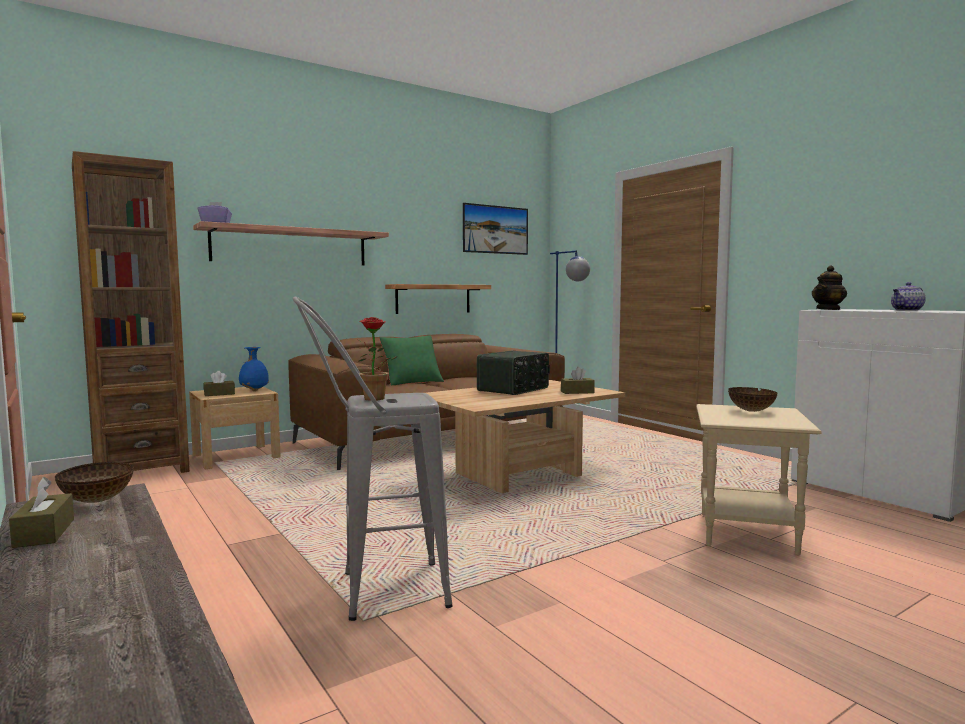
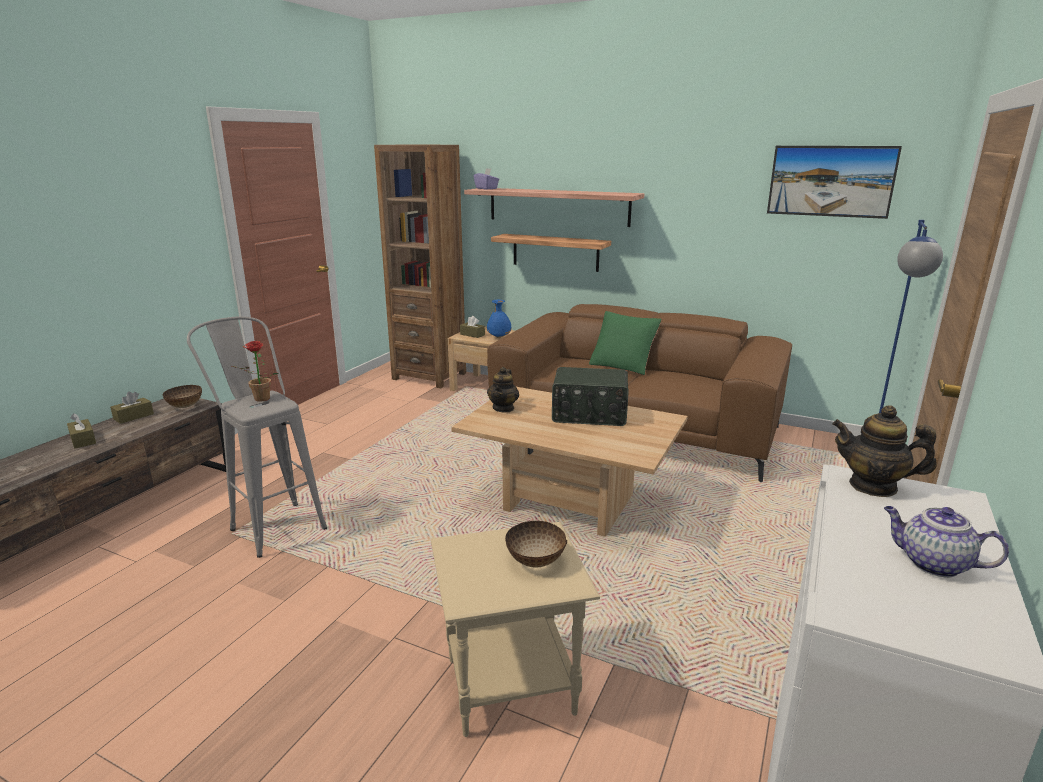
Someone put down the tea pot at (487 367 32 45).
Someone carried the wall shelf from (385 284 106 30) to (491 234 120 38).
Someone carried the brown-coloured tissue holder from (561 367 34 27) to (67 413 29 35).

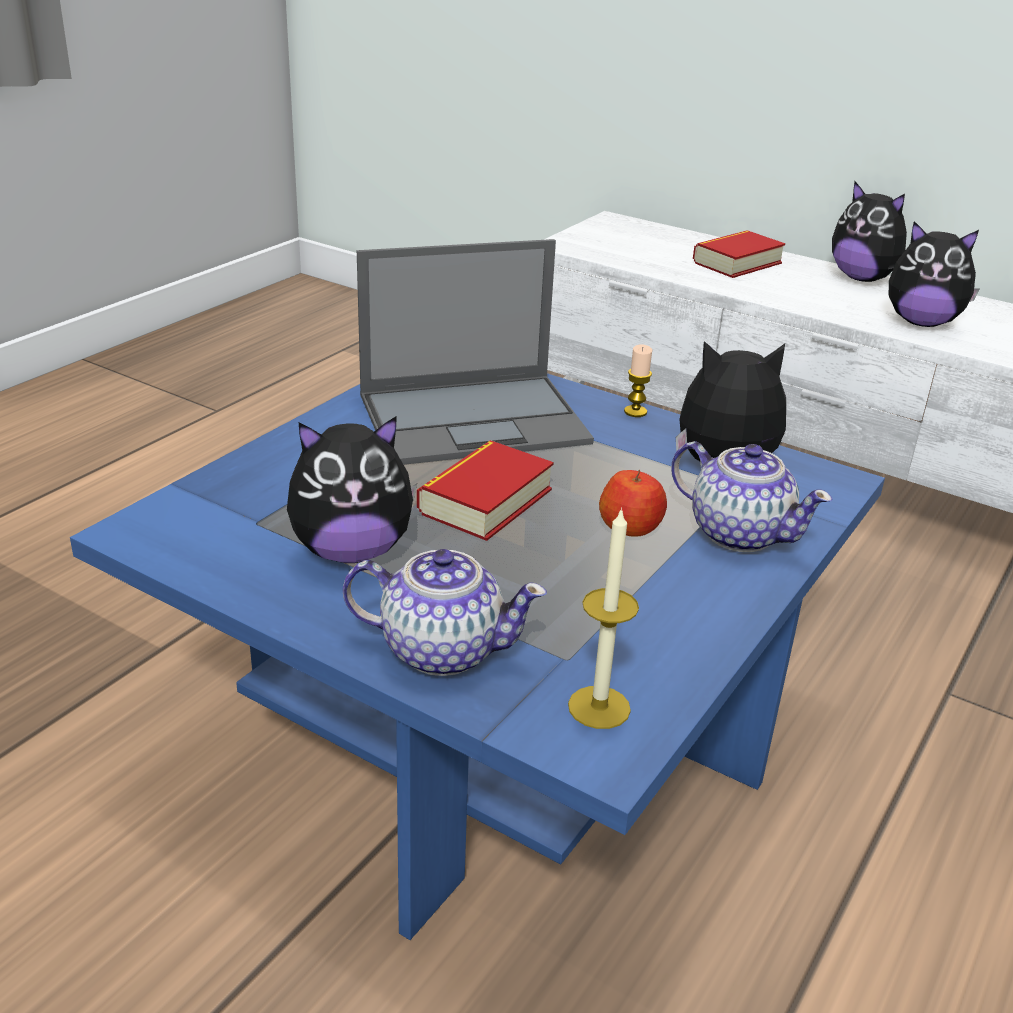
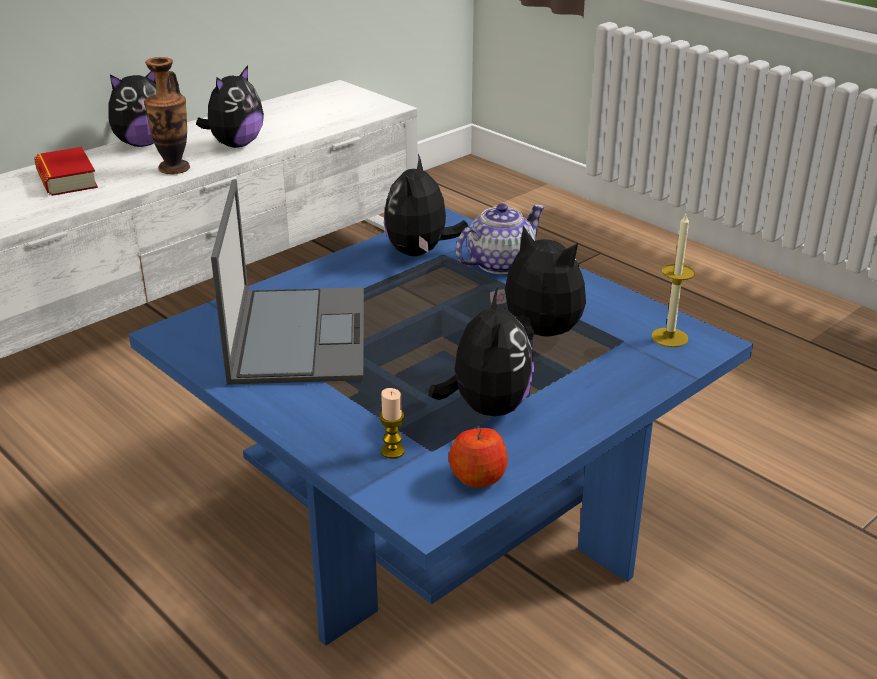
Someone took away the tea pot at (343 549 204 127).
Someone took away the book at (417 440 137 101).
Someone put down the flower vase at (144 57 46 117).
Someone put down the cuddly toy at (490 225 96 115).
Someone carried the apple fruit from (599 470 68 67) to (449 428 58 60).
Someone carried the candle from (624 344 28 73) to (379 388 26 71).

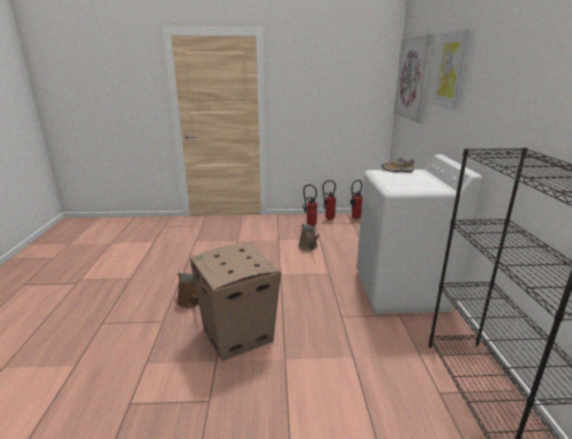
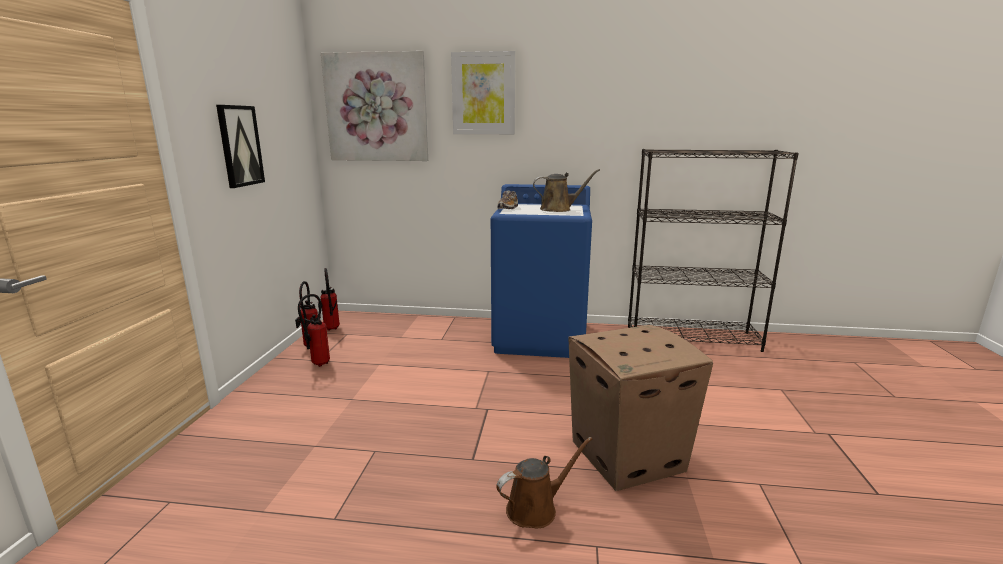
Someone put up the wall art at (216 105 49 83).
Someone carried the brown-coloured watering can from (298 223 22 28) to (533 169 67 43).
Someone repainted the white laundry appliance at (357 155 125 159), which became the blue laundry appliance at (491 184 101 174).

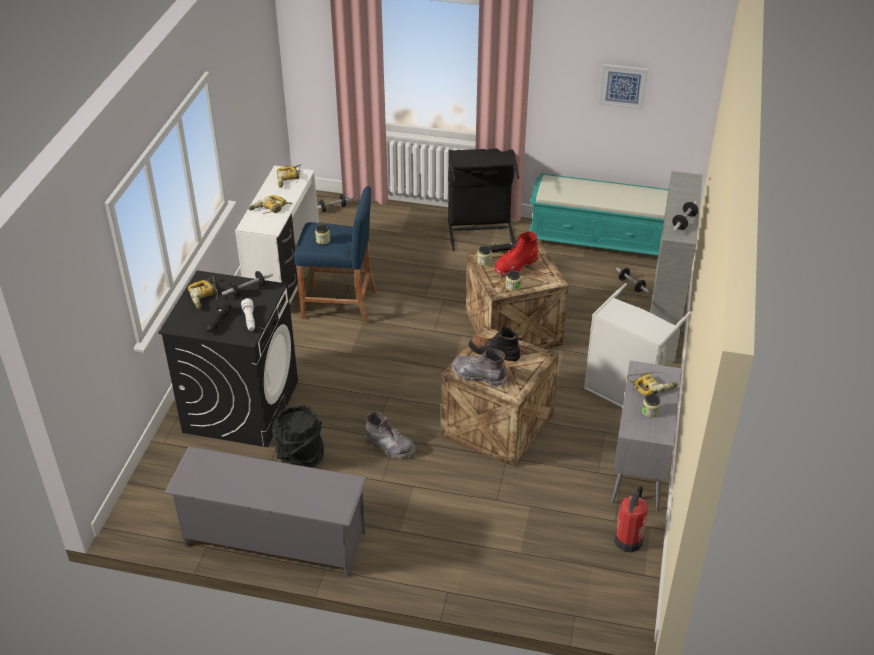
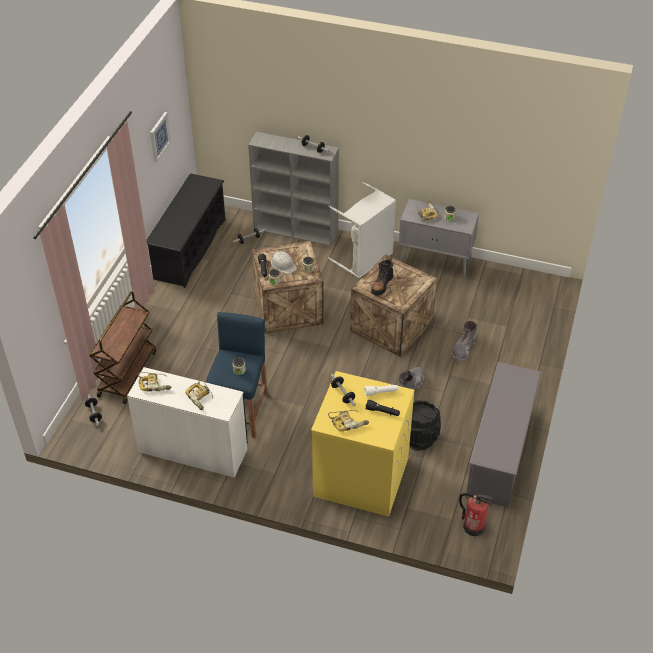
Someone took away the black hamper at (448 149 71 102).
Someone put down the brown-coloured cart at (89 291 67 113).
Someone carried the grey high-top boot from (452 348 55 39) to (452 321 25 41).
Someone carried the extinguisher from (614 486 34 66) to (459 493 34 43).
Someone swapped the reddish high-top boot at (495 231 44 46) for the white work helmet at (271 252 26 22).
Someone swapped the blue-green indoor bench at (529 173 140 88) for the black shoe shelf at (146 173 80 115).
Someone repainted the black laundry appliance at (158 270 140 177), which became the yellowish laundry appliance at (311 371 103 146).

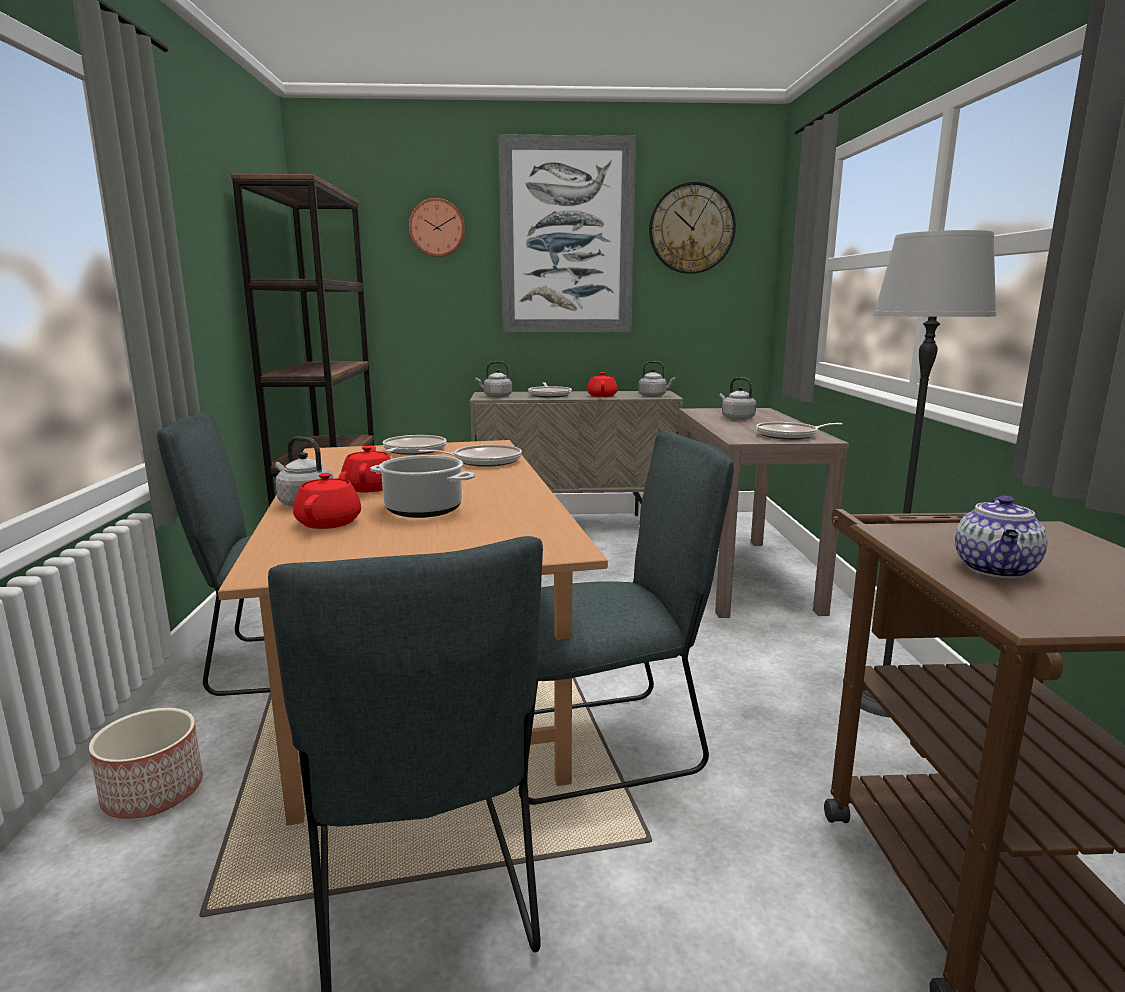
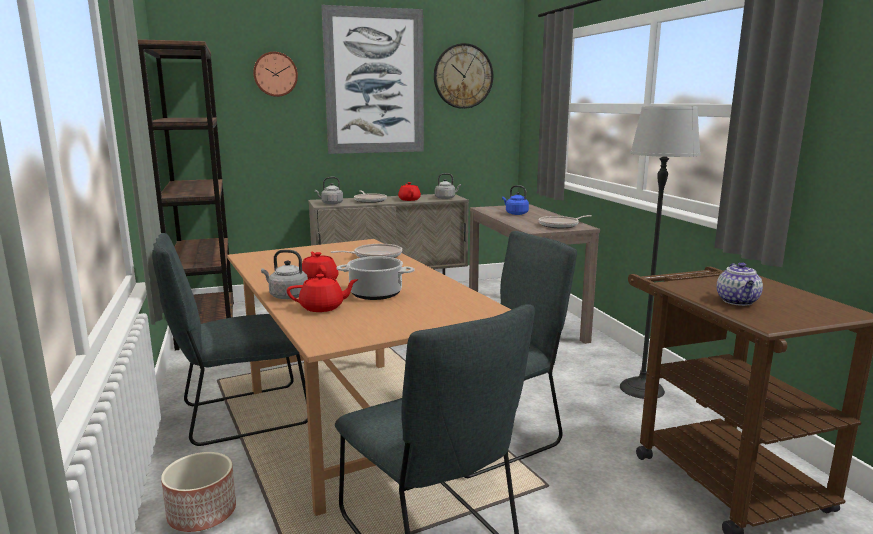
Someone took away the skillet at (383 435 64 20).
Someone repainted the grey kettle at (719 377 37 43), which became the blue kettle at (502 185 27 30).
Someone rotated the reddish tea pot at (293 471 68 58) by 90 degrees clockwise.

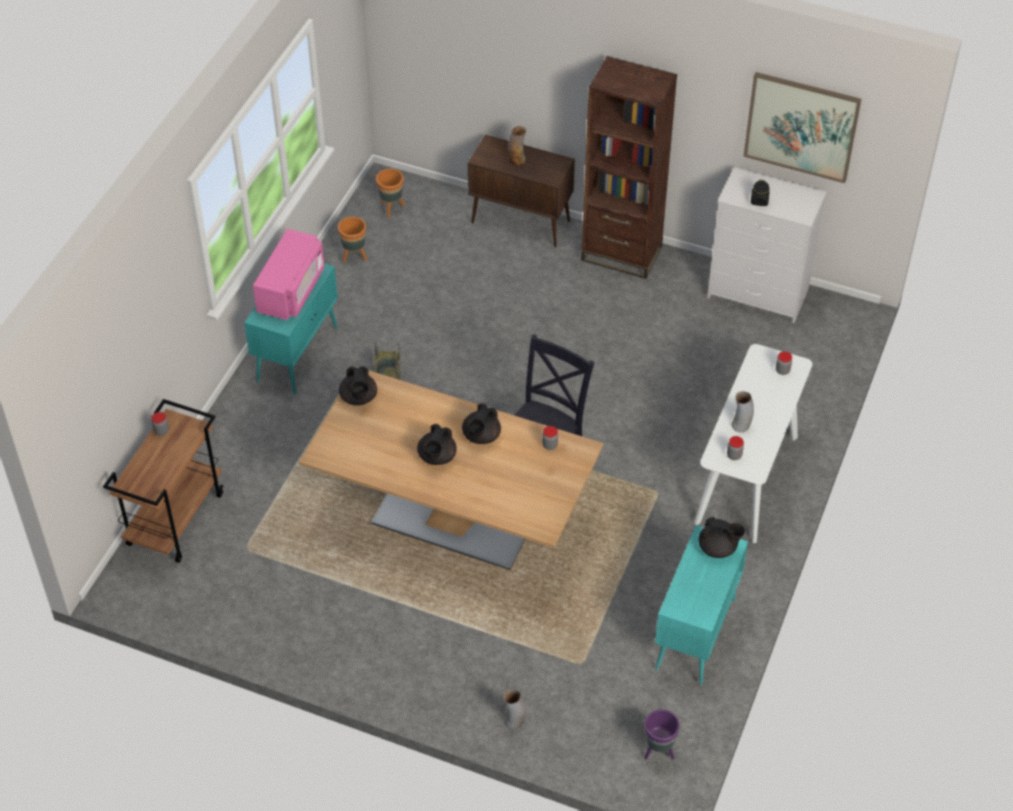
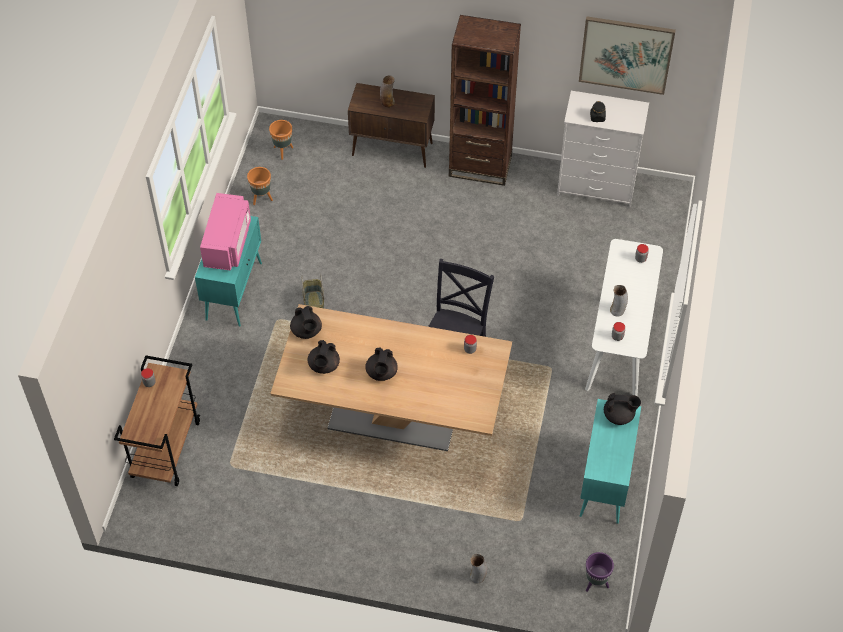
Someone carried the black tea pot from (462 403 39 41) to (308 340 32 34).

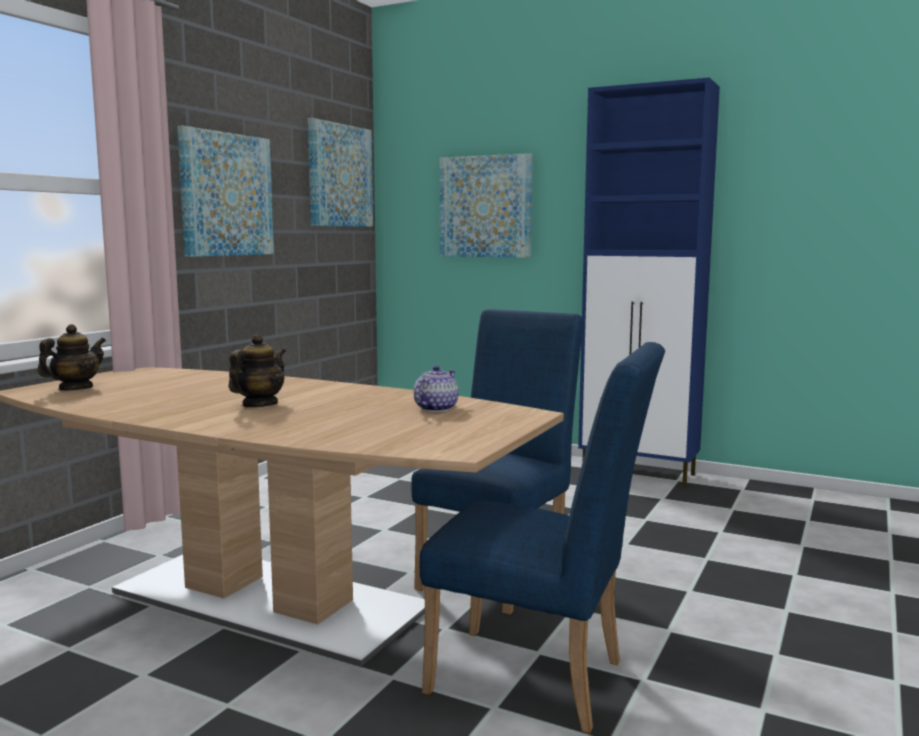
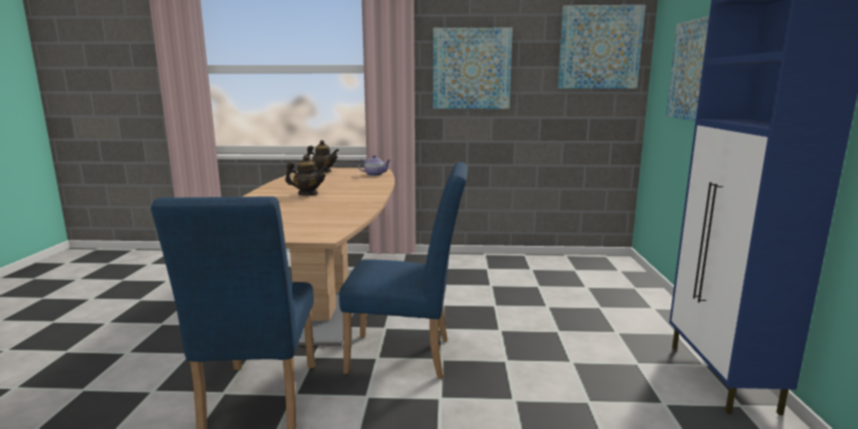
Someone carried the tea pot from (414 365 45 47) to (358 155 33 21).

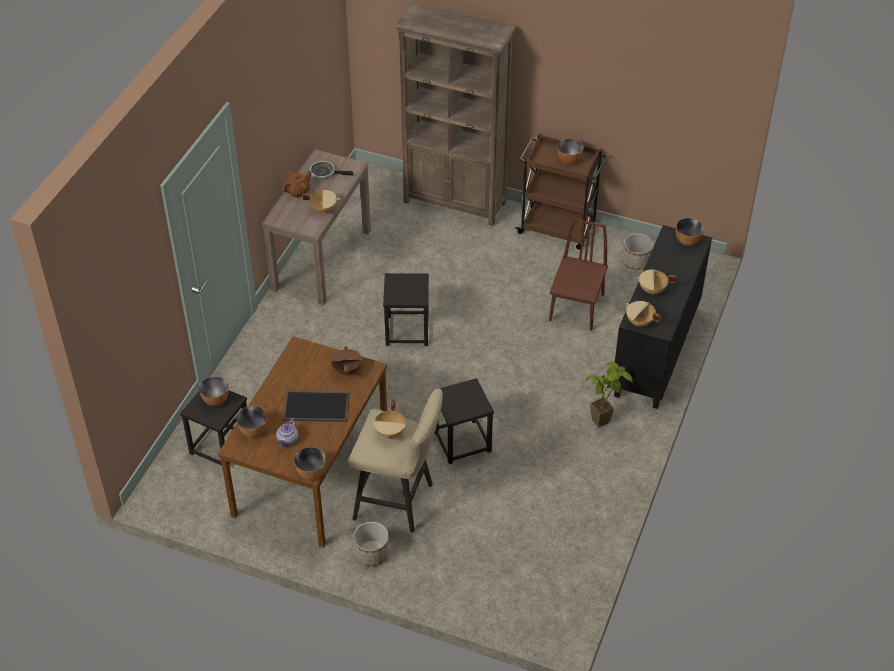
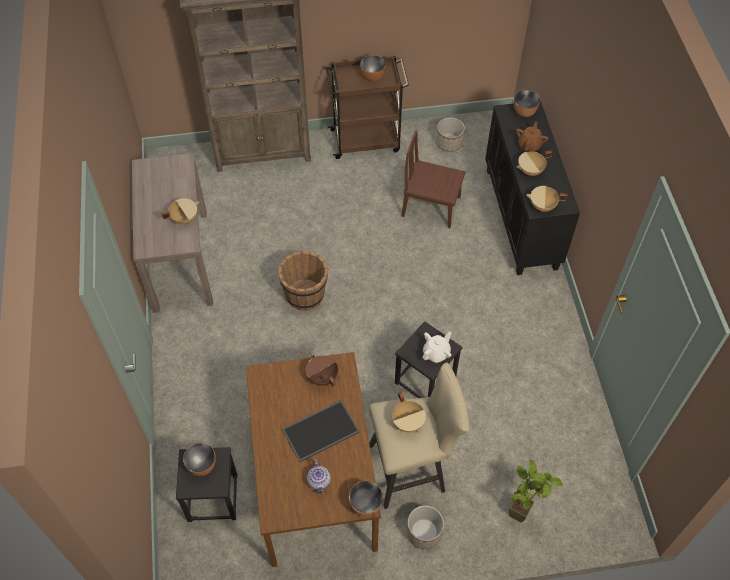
Someone took away the deep dish at (236 406 31 32).
Someone took away the skillet at (310 161 43 19).
Someone put down the white tea pot at (422 331 30 32).
Someone carried the brown-coloured tea pot from (282 170 29 28) to (516 121 32 31).
Someone carried the potted plant from (586 362 47 66) to (509 460 54 62).
Someone swapped the black sitting stool at (383 273 46 73) for the brown-coloured bucket at (278 251 50 60).
Someone rotated the brown-coloured chair at (549 218 59 112) by 60 degrees counterclockwise.

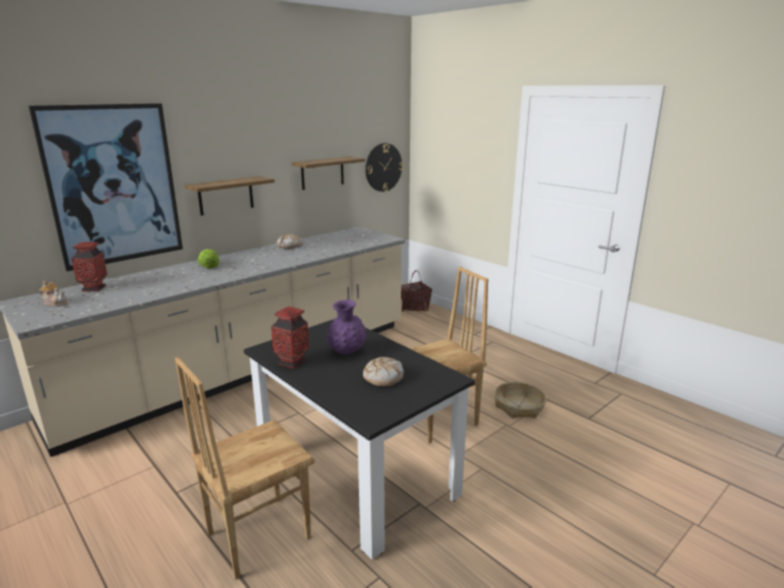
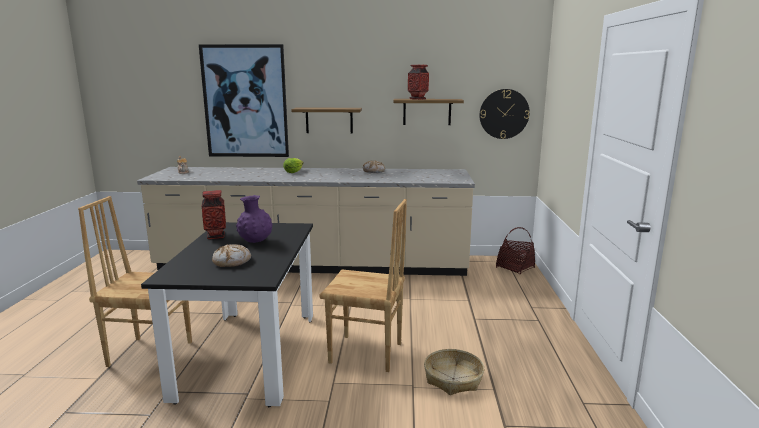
Someone carried the flower vase from (71 242 36 50) to (407 65 22 35).

